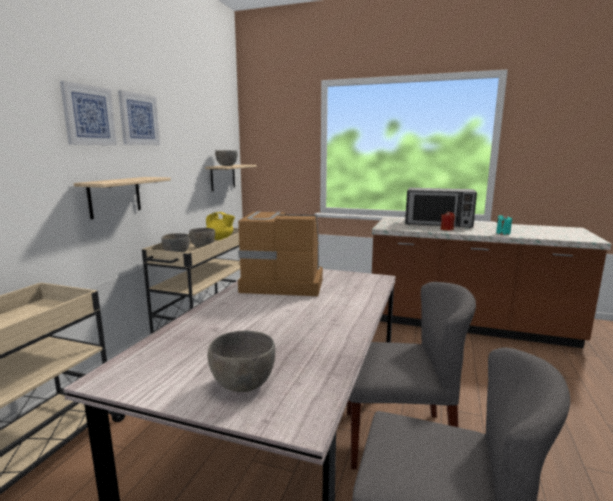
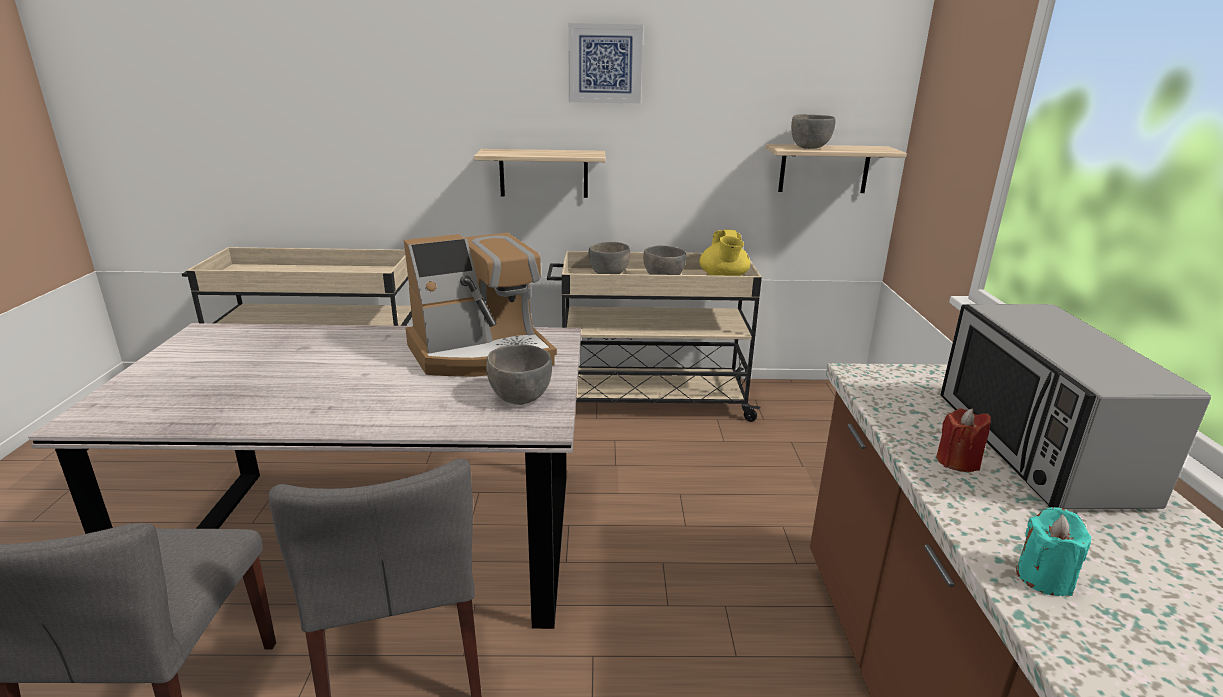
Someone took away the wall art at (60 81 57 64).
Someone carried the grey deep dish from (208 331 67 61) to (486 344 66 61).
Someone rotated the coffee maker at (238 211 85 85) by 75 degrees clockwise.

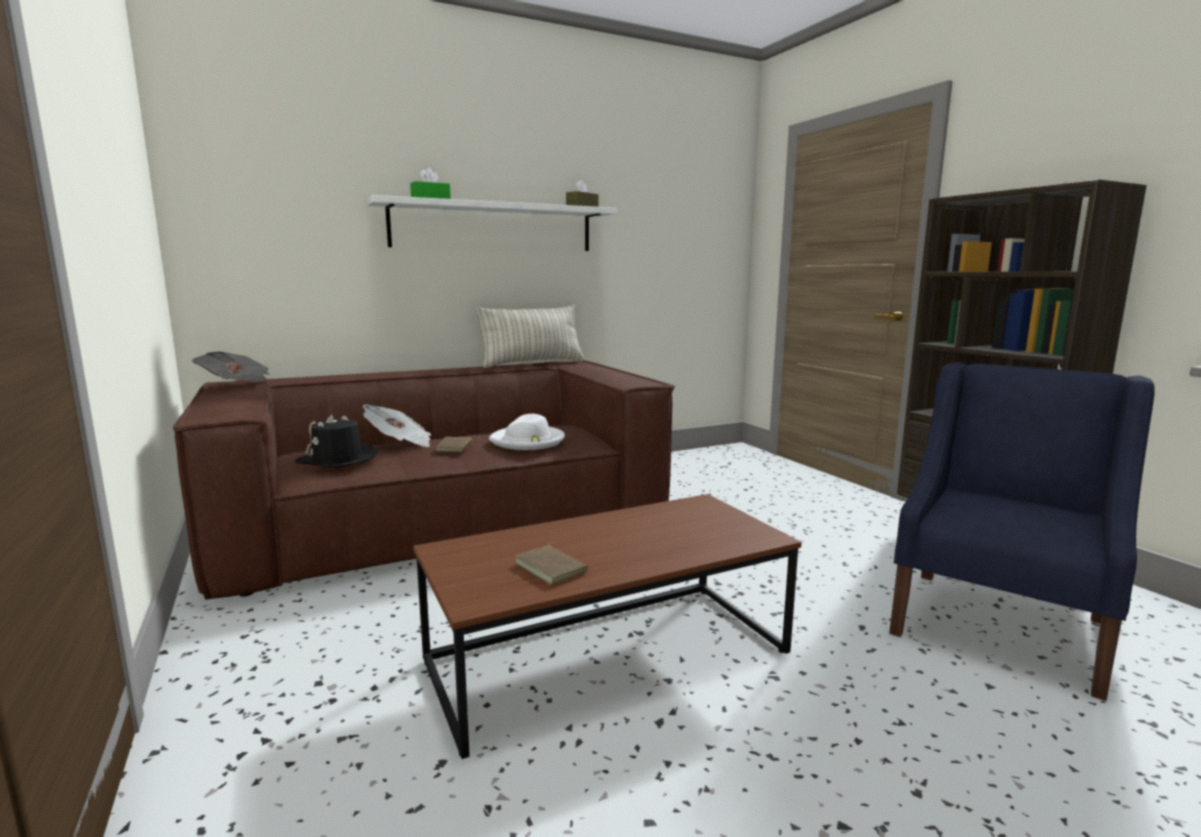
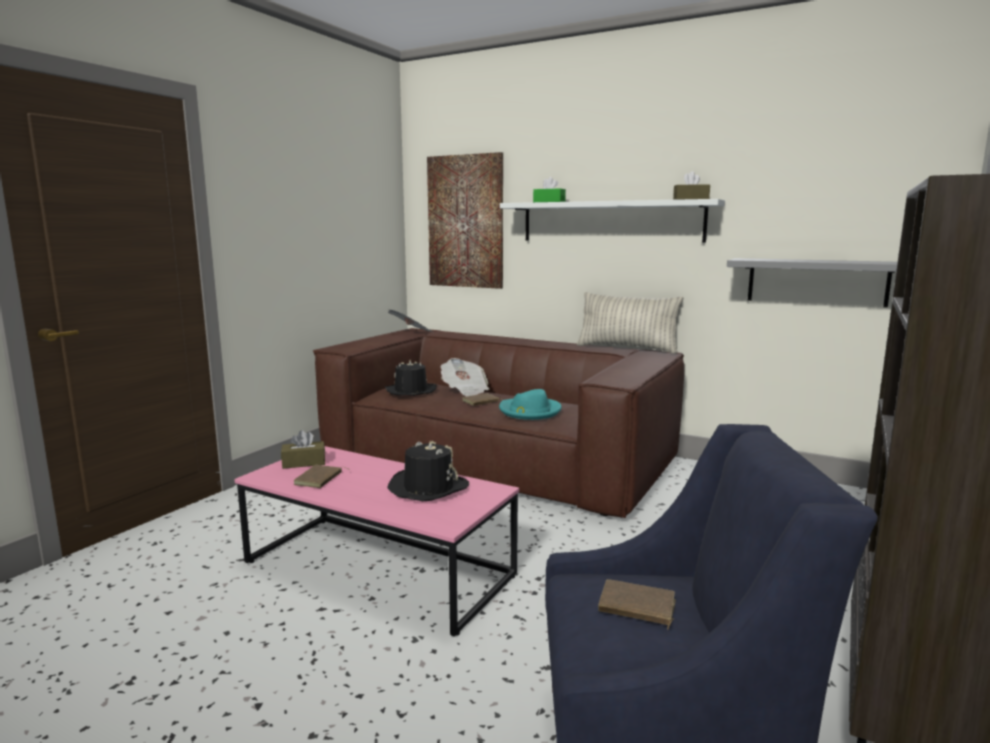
Someone put down the brown-coloured tissue holder at (281 430 44 39).
Someone put down the black wearable hat at (387 441 82 60).
Someone put up the wall art at (427 152 76 137).
Someone put down the brown-coloured book at (598 579 78 51).
Someone put up the grey wall shelf at (727 258 171 50).
Someone repainted the brown-coloured lounge table at (413 494 389 265), which became the pinkish lounge table at (234 446 285 191).
Someone repainted the white wearable hat at (489 414 76 36), which became the blue-green wearable hat at (499 389 62 31).

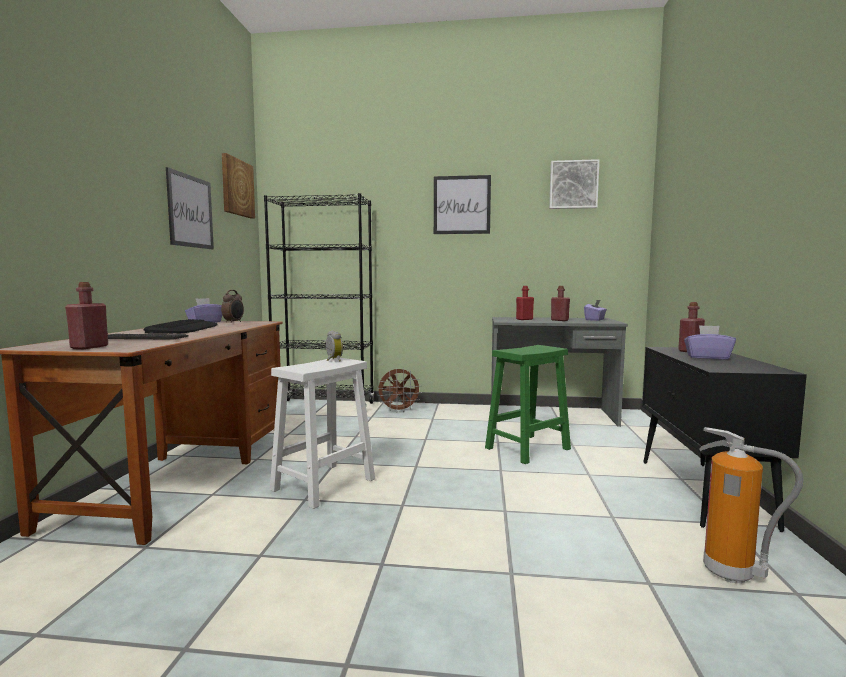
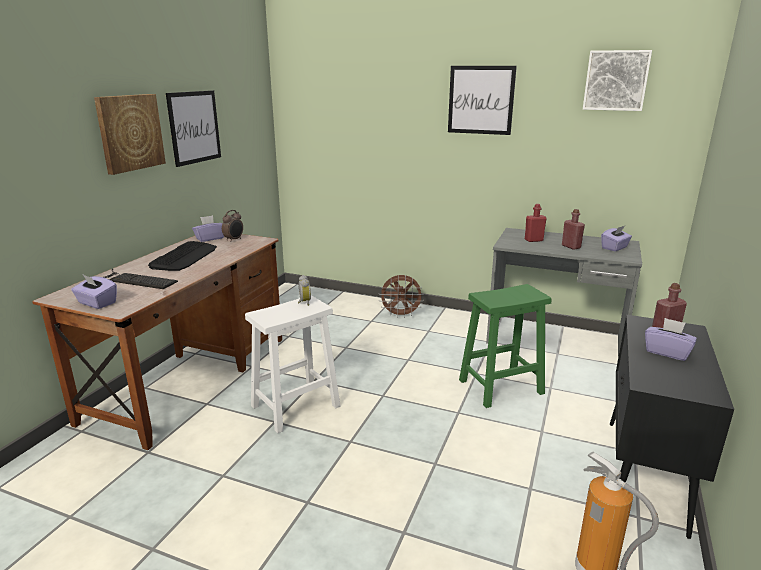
Someone took away the black shelving unit at (264 193 110 213).
Someone carried the wall art from (222 153 33 66) to (94 94 72 81).
Someone swapped the reddish bottle at (65 282 43 67) for the purple tissue holder at (71 274 46 35).

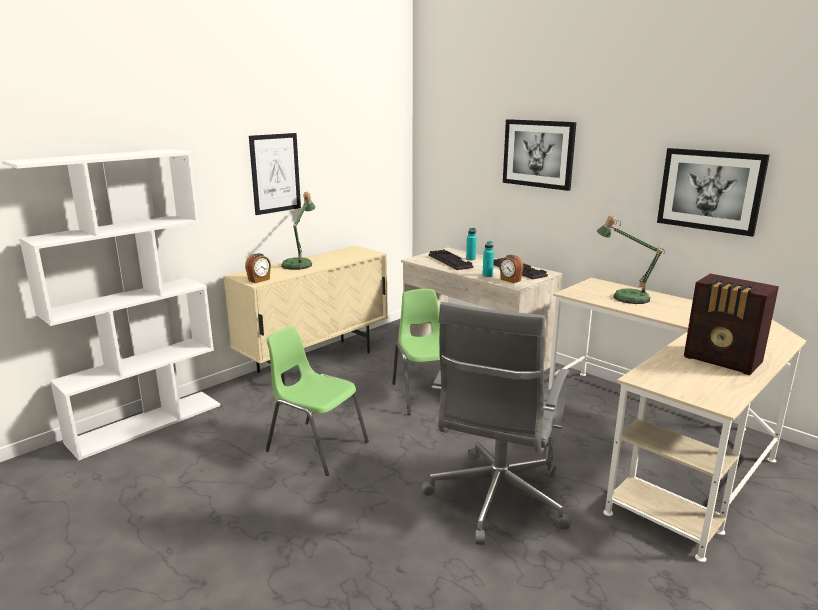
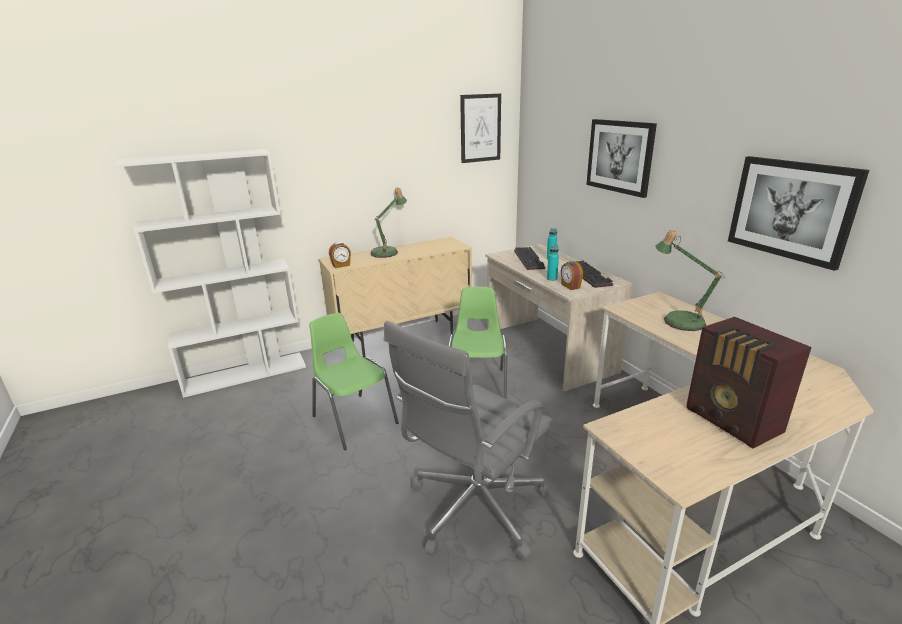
Someone carried the wall art from (249 133 52 82) to (460 94 41 69).

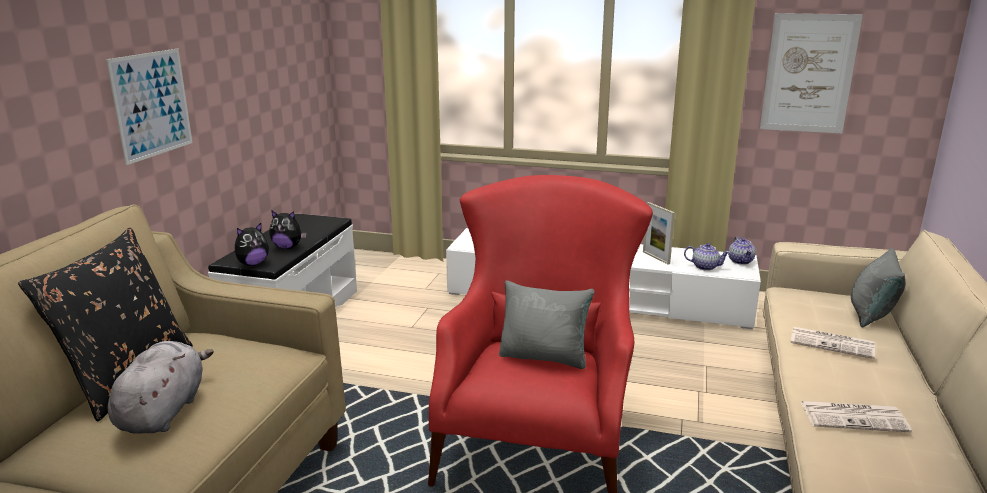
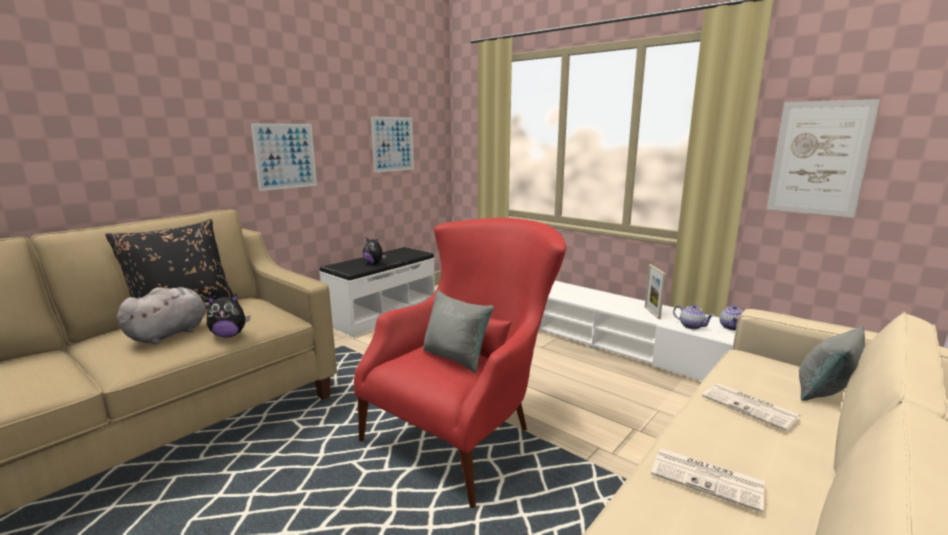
Someone put up the wall art at (371 116 43 57).
Someone carried the cuddly toy from (235 223 34 43) to (207 294 43 44).

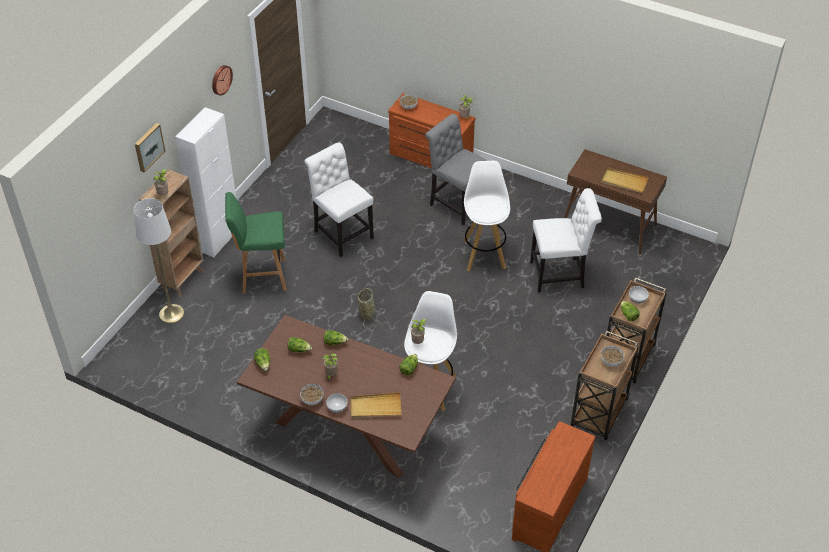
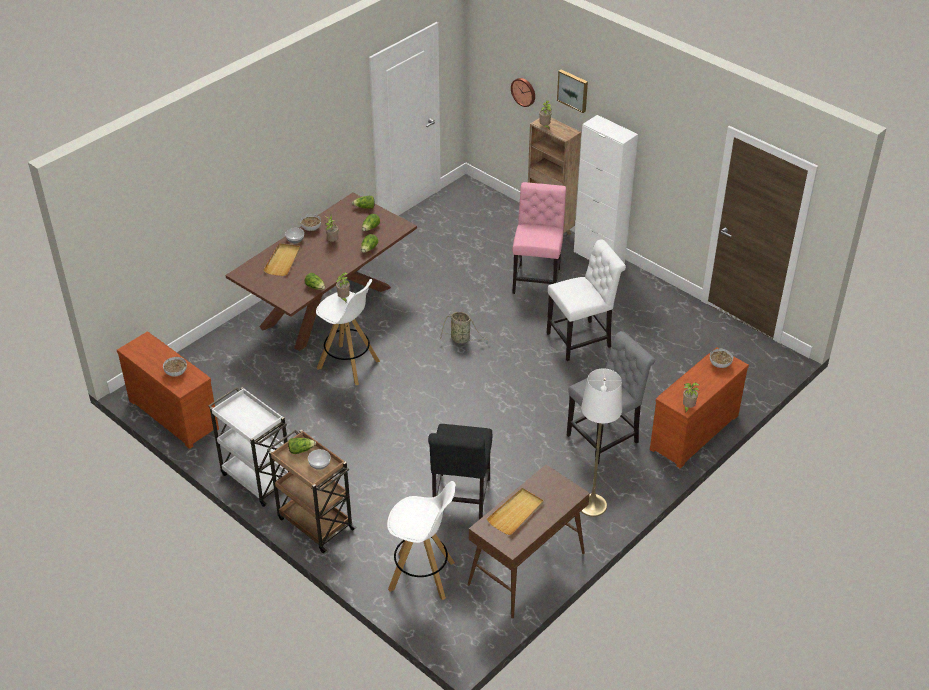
Someone carried the white floor lamp from (134 198 50 126) to (581 368 41 149).
Someone carried the wall clock from (212 65 21 31) to (511 78 24 29).
Someone carried the white sitting stool from (463 160 47 111) to (387 481 69 119).
Someone carried the deep dish from (601 346 23 21) to (163 357 24 19).
Someone swapped the green sitting stool at (225 192 61 102) for the pinkish chair at (512 182 54 112).
Someone repainted the white chair at (530 188 72 105), which became the black chair at (428 424 64 96).
Someone repainted the brown-coloured cart at (571 331 68 109), which became the white cart at (209 387 80 120).

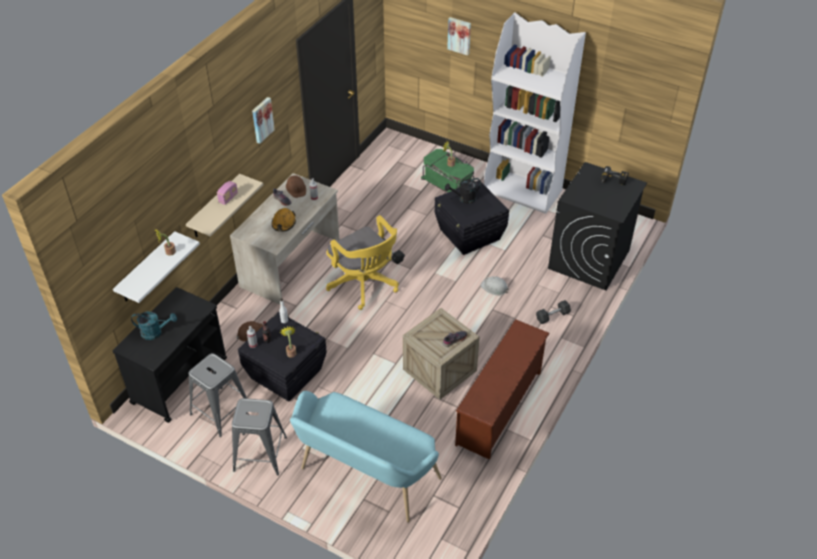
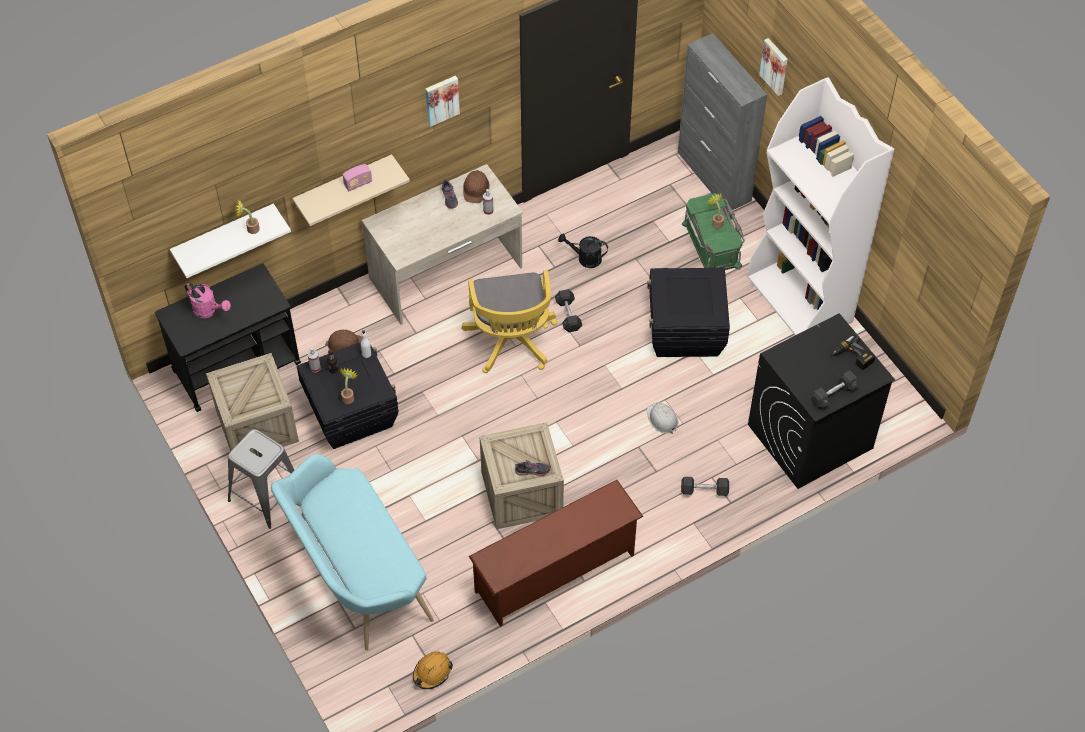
Someone put down the grey cabinet at (678 33 89 179).
Someone put down the grey dumbbell at (810 370 48 39).
Someone carried the orange work helmet from (272 208 24 24) to (413 651 40 38).
Someone carried the black watering can from (445 178 36 26) to (558 233 50 35).
Someone swapped the grey sitting stool at (188 353 59 84) for the crate at (206 353 93 102).
Someone repainted the blue-green watering can at (131 311 46 29), which became the pinkish watering can at (184 282 47 36).

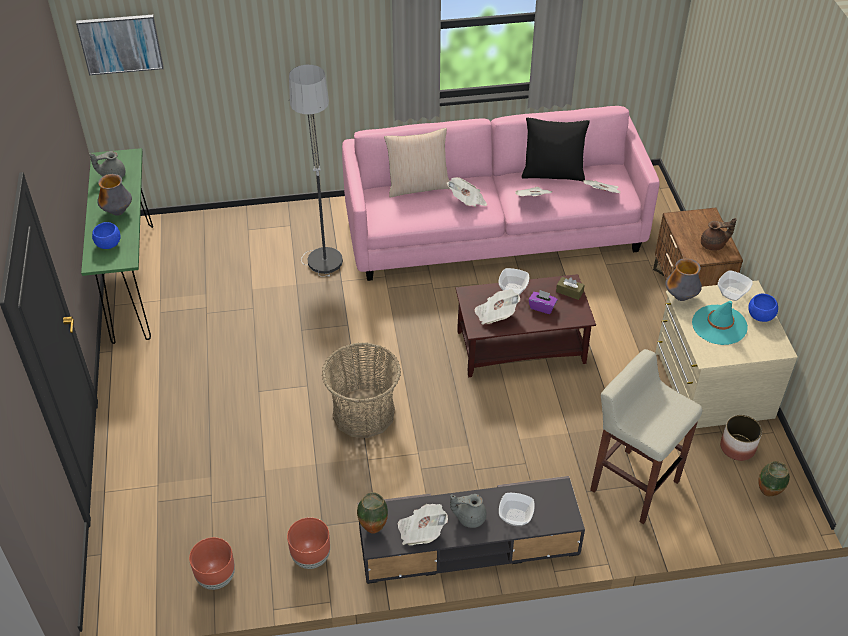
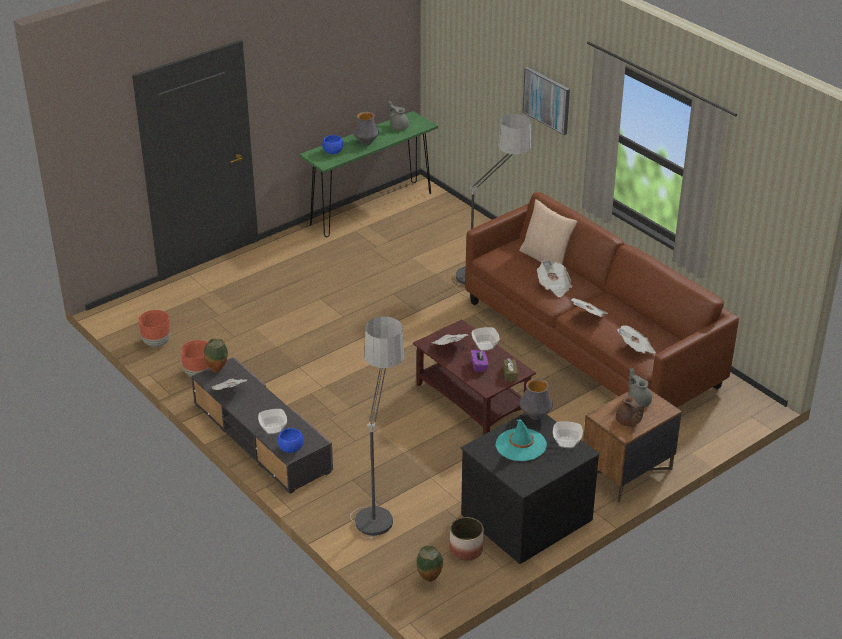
Someone took away the basket at (322 342 79 96).
Someone took away the black cushion at (522 117 68 64).
Someone carried the wall art from (76 15 87 60) to (522 67 48 68).
Someone carried the grey tea pot from (450 494 37 34) to (628 368 24 39).
Someone carried the blue deep dish from (748 294 30 28) to (278 428 25 25).
Someone swapped the beige-coloured sitting stool at (590 349 112 175) for the floor lamp at (350 317 54 223).
Someone repainted the pinkish couch at (342 106 318 175), which became the brown-coloured couch at (465 192 274 216).
Someone repainted the beige-coloured drawer chest at (655 281 143 147), which became the black drawer chest at (461 413 139 151).

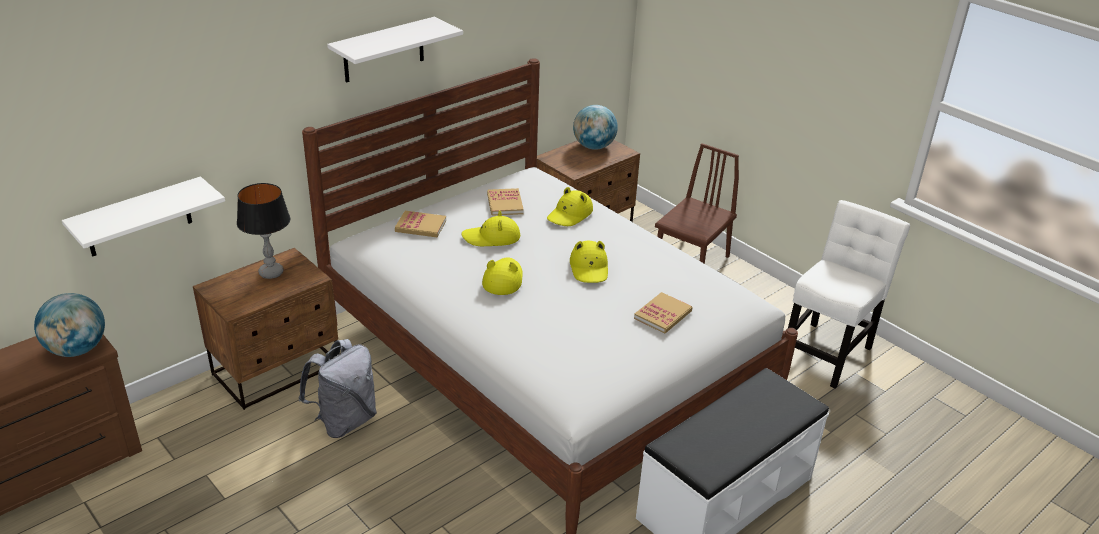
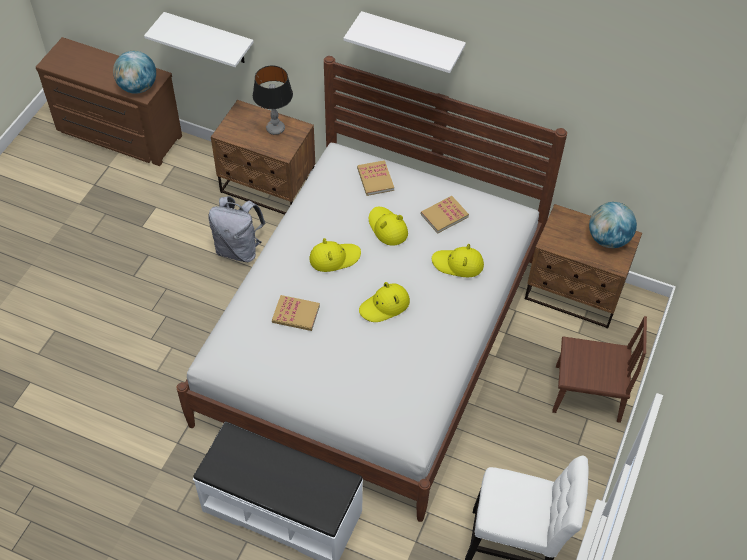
Someone carried the book from (634 292 59 42) to (272 295 48 36).

